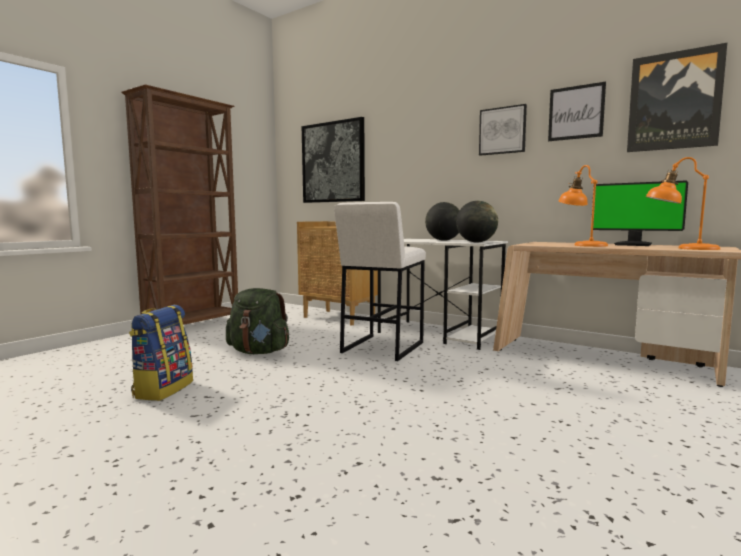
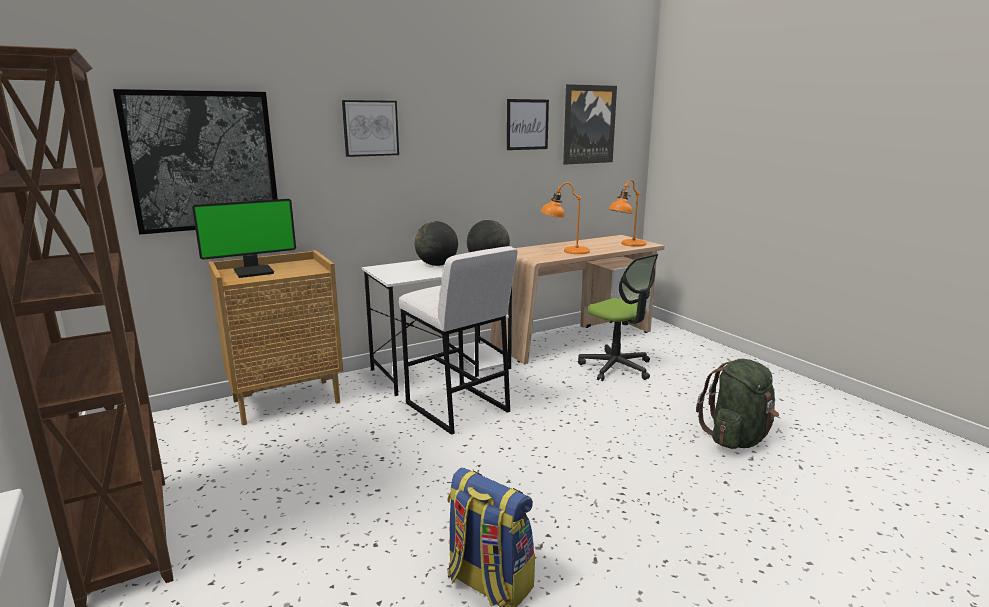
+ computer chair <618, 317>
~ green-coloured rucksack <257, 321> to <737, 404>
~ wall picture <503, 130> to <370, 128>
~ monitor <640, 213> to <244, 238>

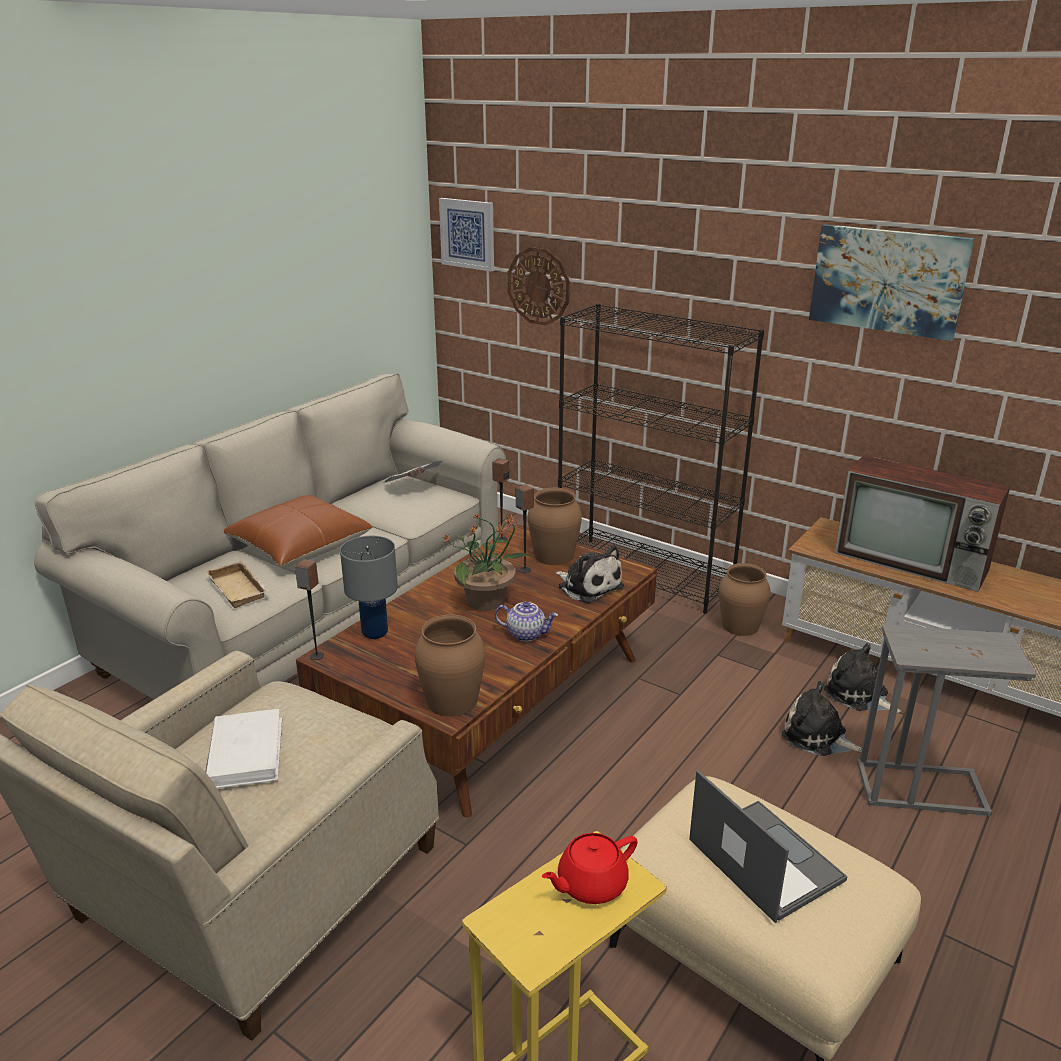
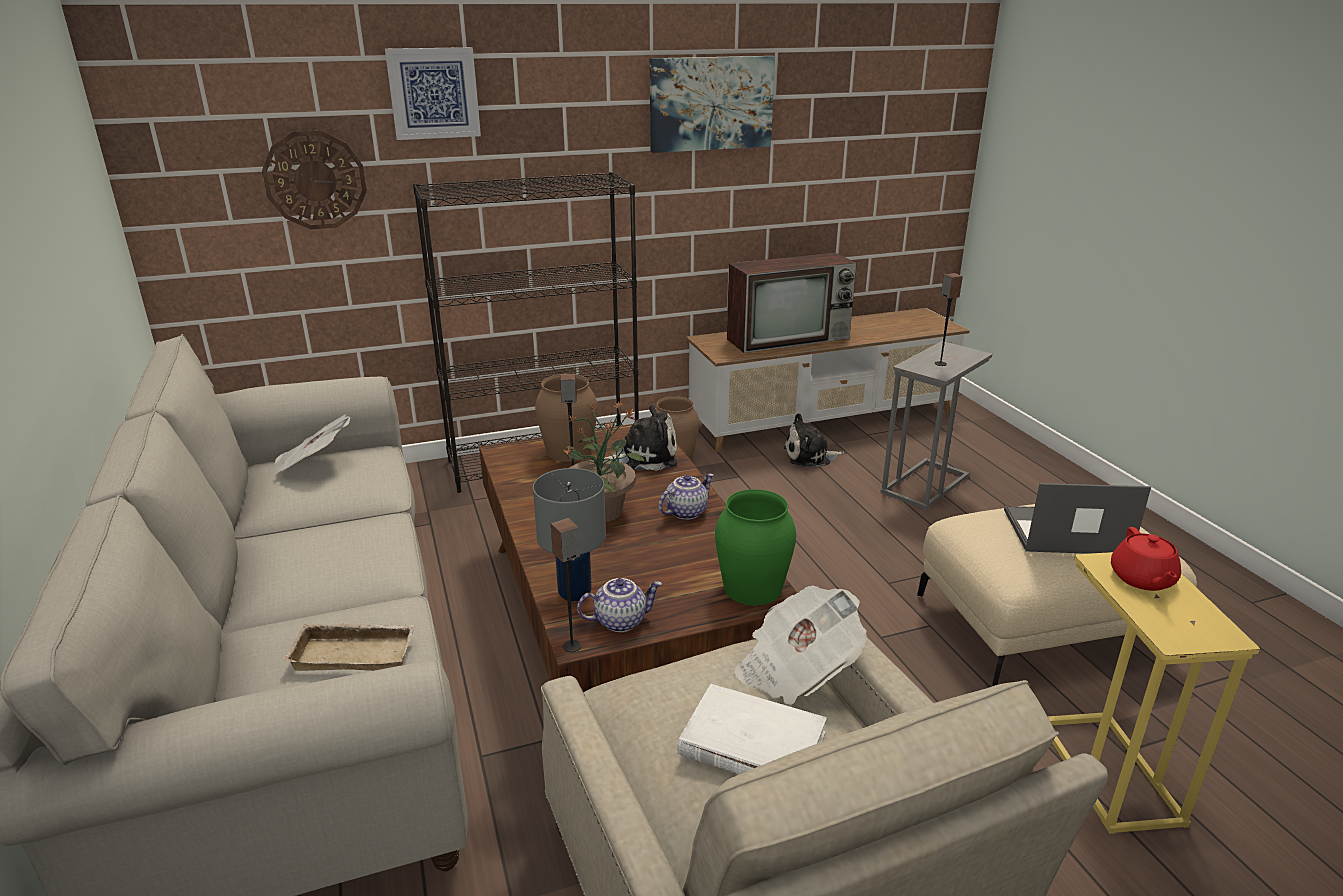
- brown-coloured cushion <298, 531>
- cuddly toy <822, 718>
+ pot for tea <619, 605>
+ newspaper <800, 645>
~ wall picture <466, 234> to <433, 93>
~ loudspeaker <500, 499> to <949, 319>
~ brown-coloured flower vase <450, 666> to green-coloured flower vase <755, 547>

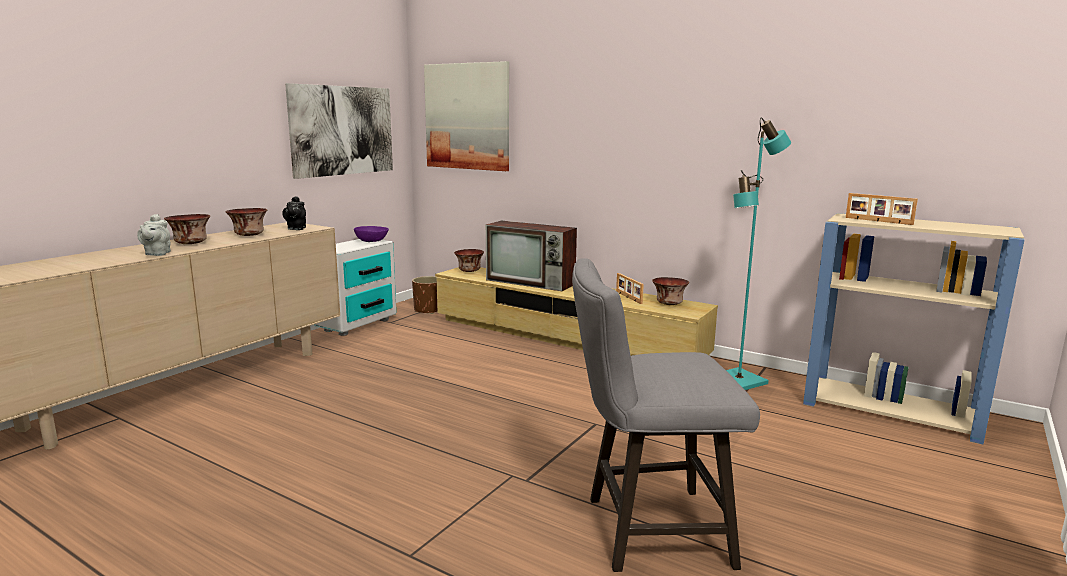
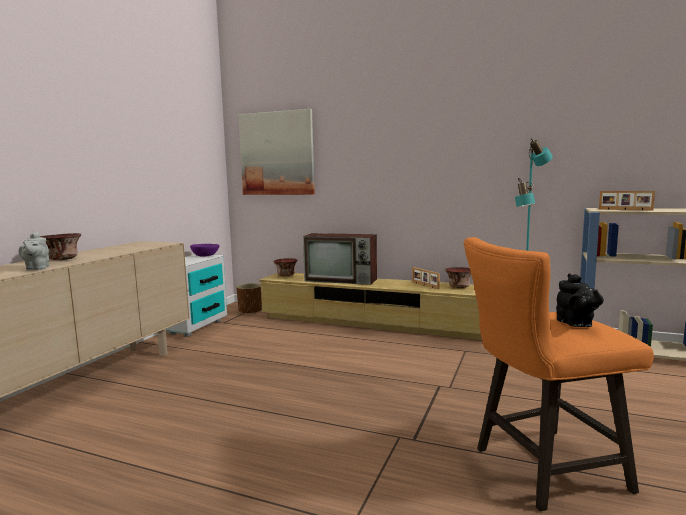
- serving bowl <246, 222>
- wall picture <339, 131>
~ black-coloured pot for tea <294, 213> to <580, 300>
~ grey sitting stool <666, 415> to orange-coloured sitting stool <559, 374>

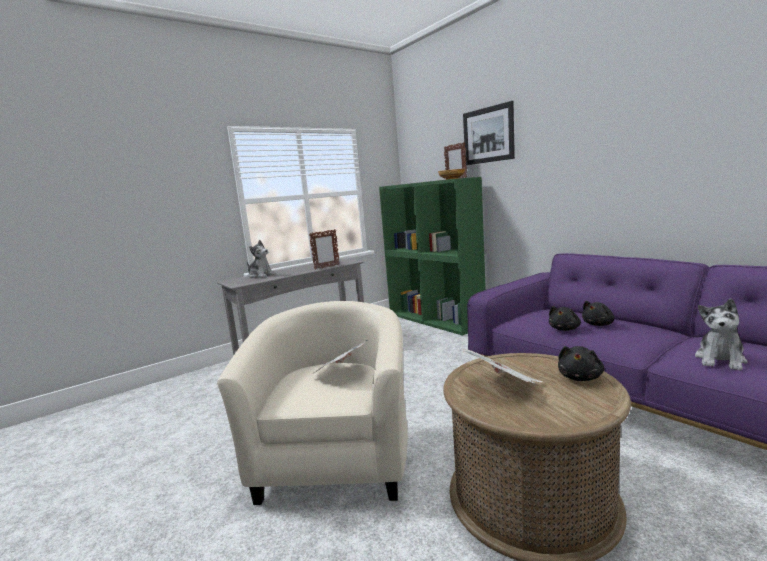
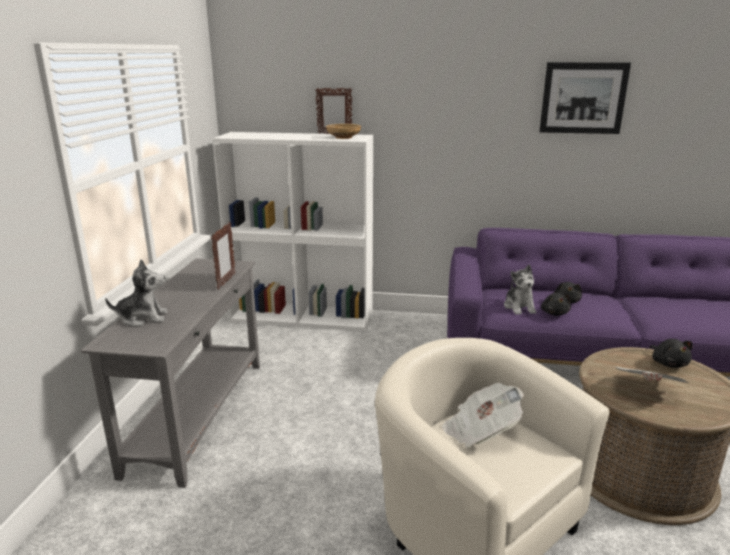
~ wall picture <489, 133> to <585, 98>
~ cuddly toy <721, 335> to <520, 290>
~ green-coloured shelving unit <432, 256> to white-coloured shelving unit <292, 231>

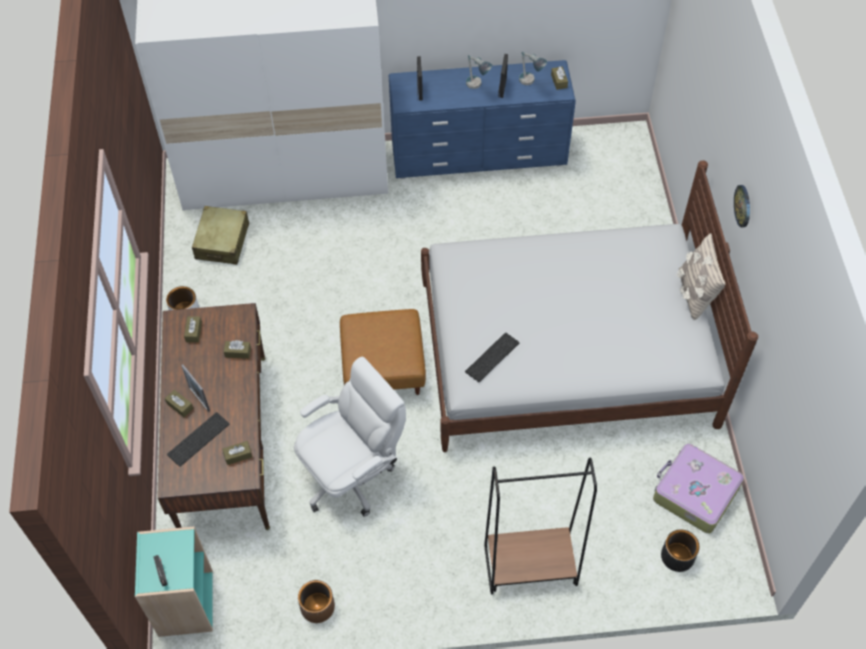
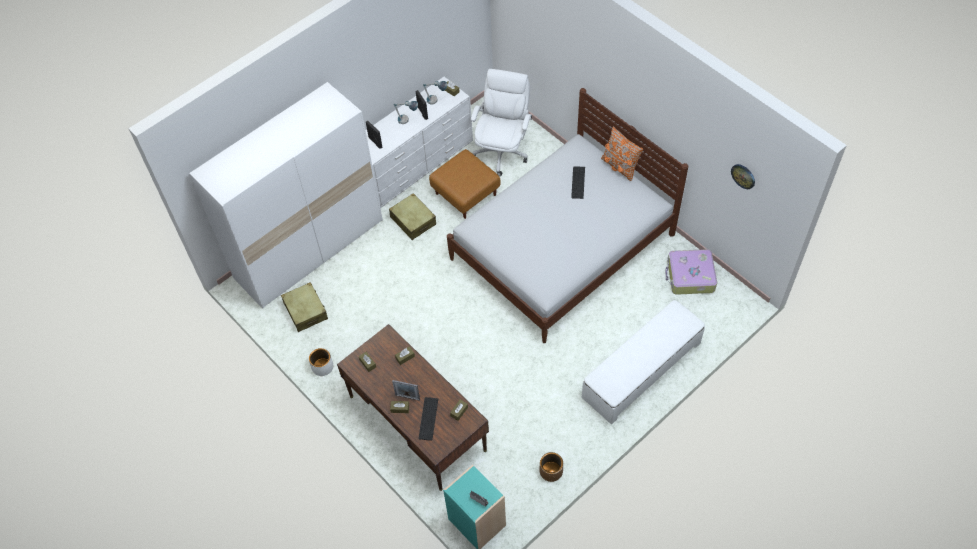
- black-coloured plant pot <680, 550>
+ sand-coloured travel case <412, 216>
~ white-coloured computer chair <350, 437> to <501, 122>
~ brown-coloured pouffe <383, 352> to <464, 184>
~ keyboard <492, 357> to <578, 182>
~ wall clock <742, 206> to <743, 176>
~ clothes rack <540, 526> to white-coloured bench <643, 362>
~ blue-coloured dresser <482, 119> to white-coloured dresser <419, 142>
~ sand-coloured cushion <700, 276> to orange-coloured cushion <622, 153>

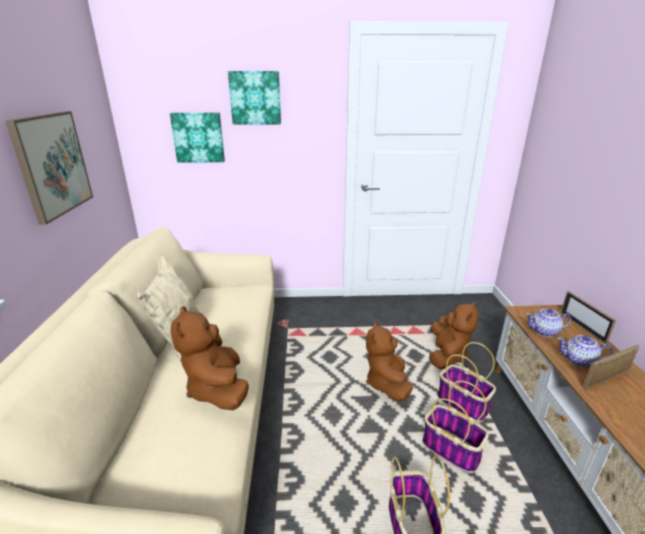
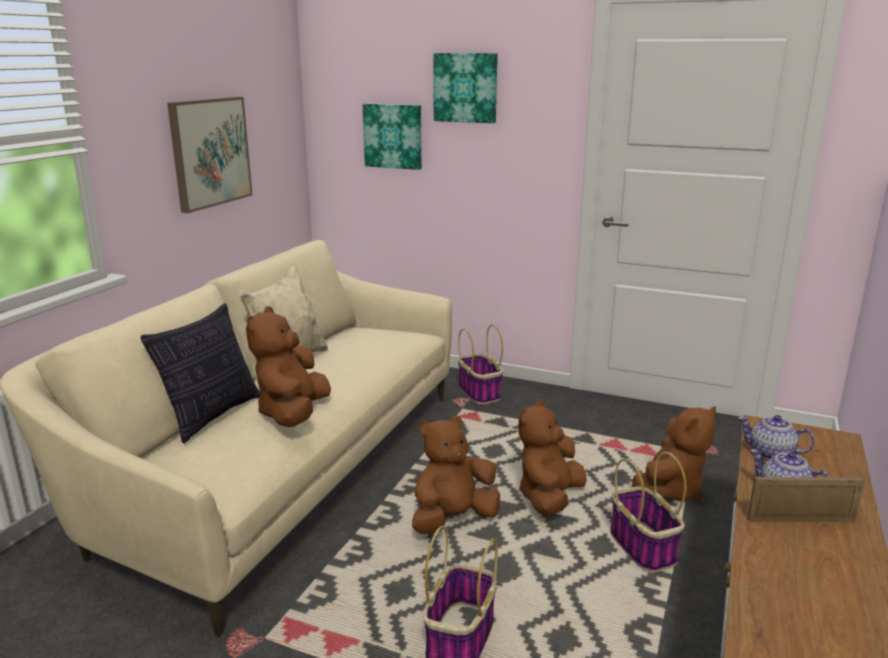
- photo frame <588, 317>
+ cushion <200, 373>
+ brown-coloured cuddly toy <456, 474>
~ storage basket <456, 427> to <480, 364>

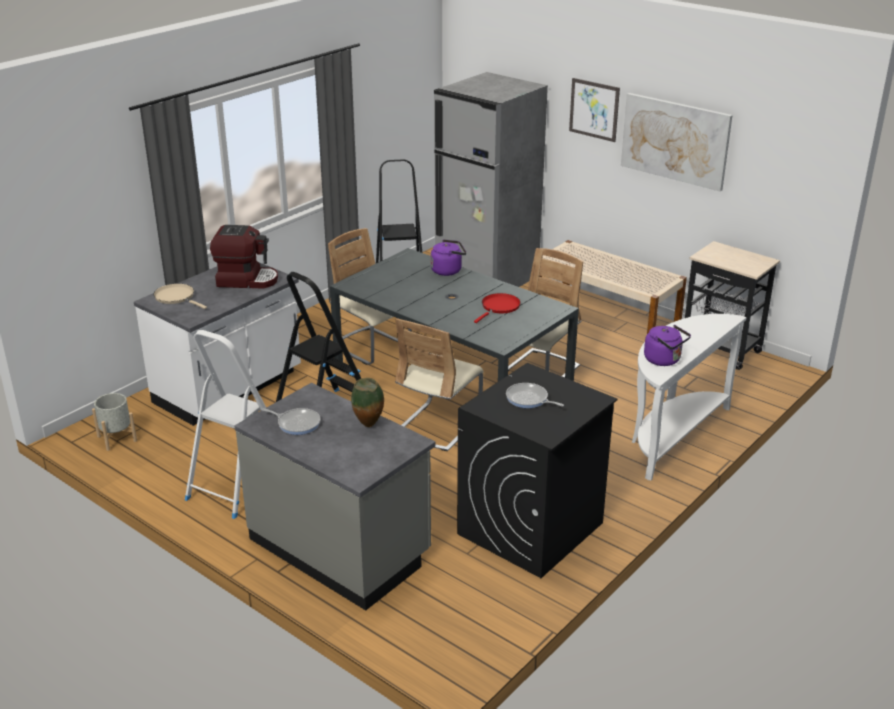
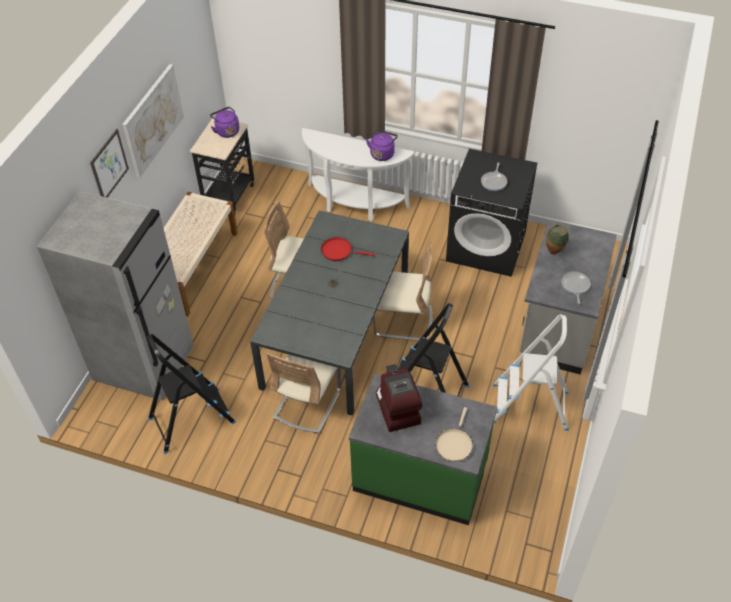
- grey plant pot <114, 422>
~ purple-coloured kettle <448, 257> to <224, 122>
~ white-coloured counter <217, 344> to green-coloured counter <423, 449>

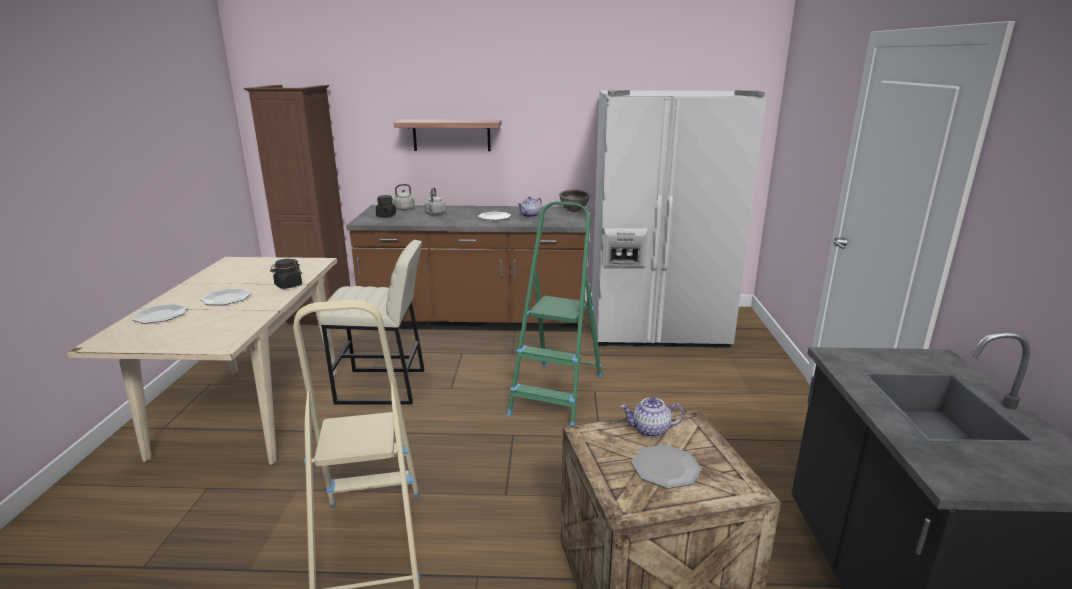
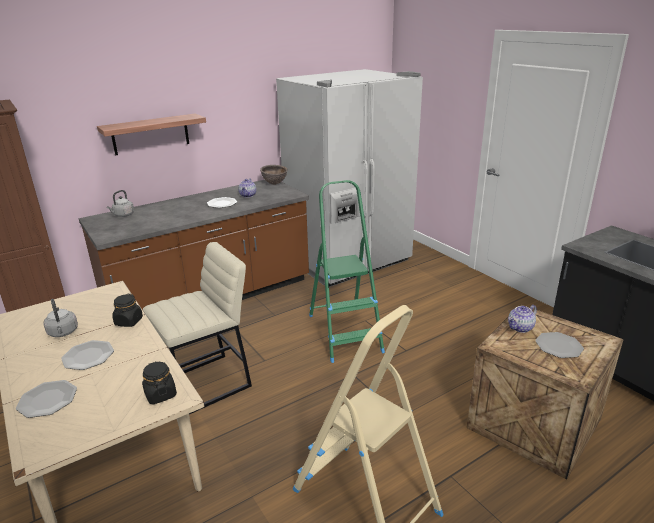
~ black-coloured storage jar <386, 206> to <159, 383>
~ grey kettle <435, 201> to <61, 318>

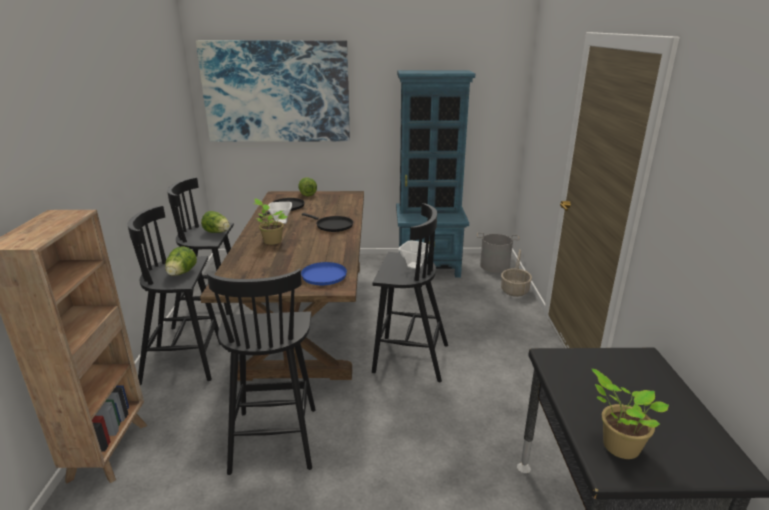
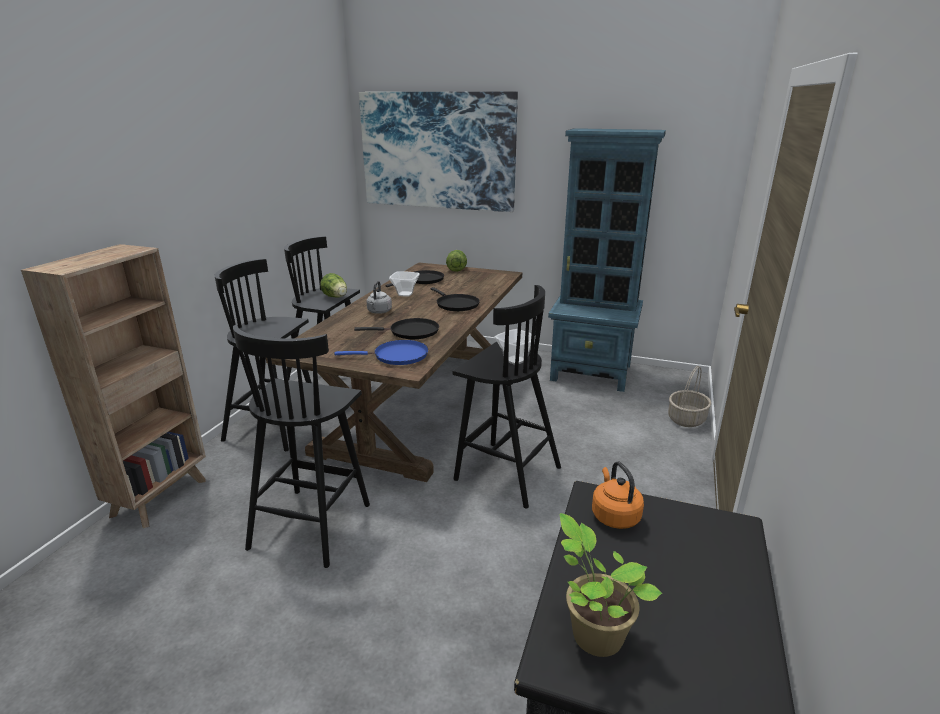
- lettuce head <181, 261>
- grey bucket <498, 252>
+ black-coloured skillet <396, 328>
+ orange-coloured kettle <618, 495>
~ houseplant <270, 221> to grey kettle <379, 297>

